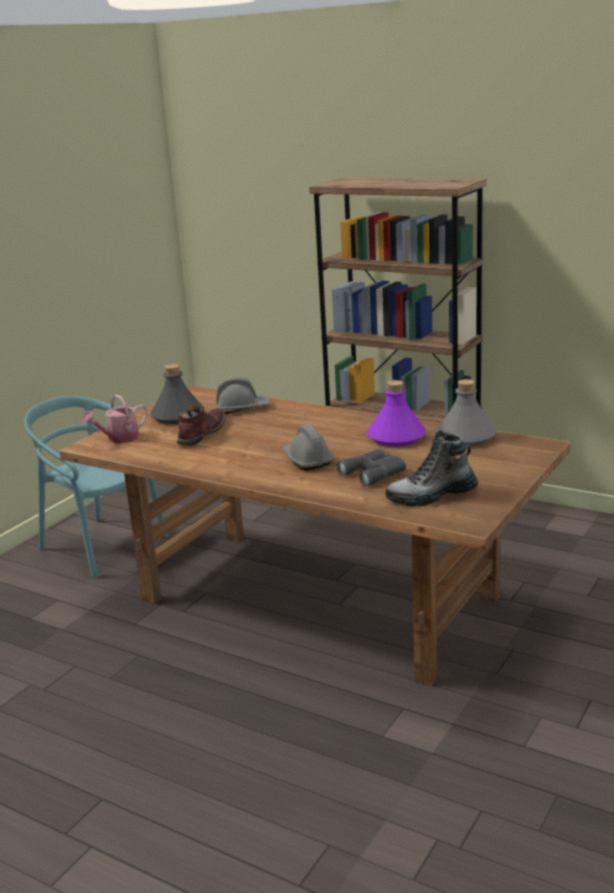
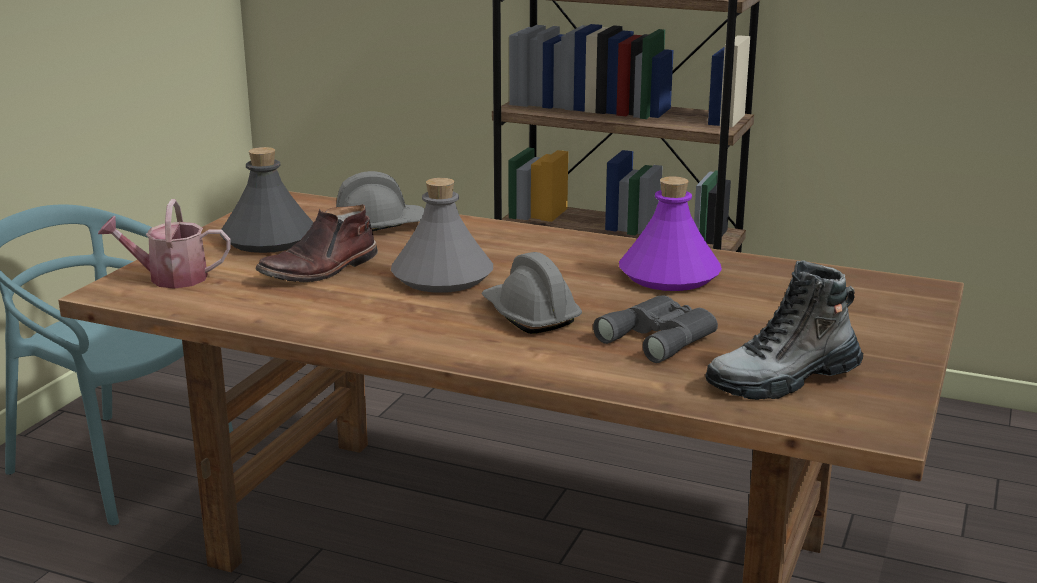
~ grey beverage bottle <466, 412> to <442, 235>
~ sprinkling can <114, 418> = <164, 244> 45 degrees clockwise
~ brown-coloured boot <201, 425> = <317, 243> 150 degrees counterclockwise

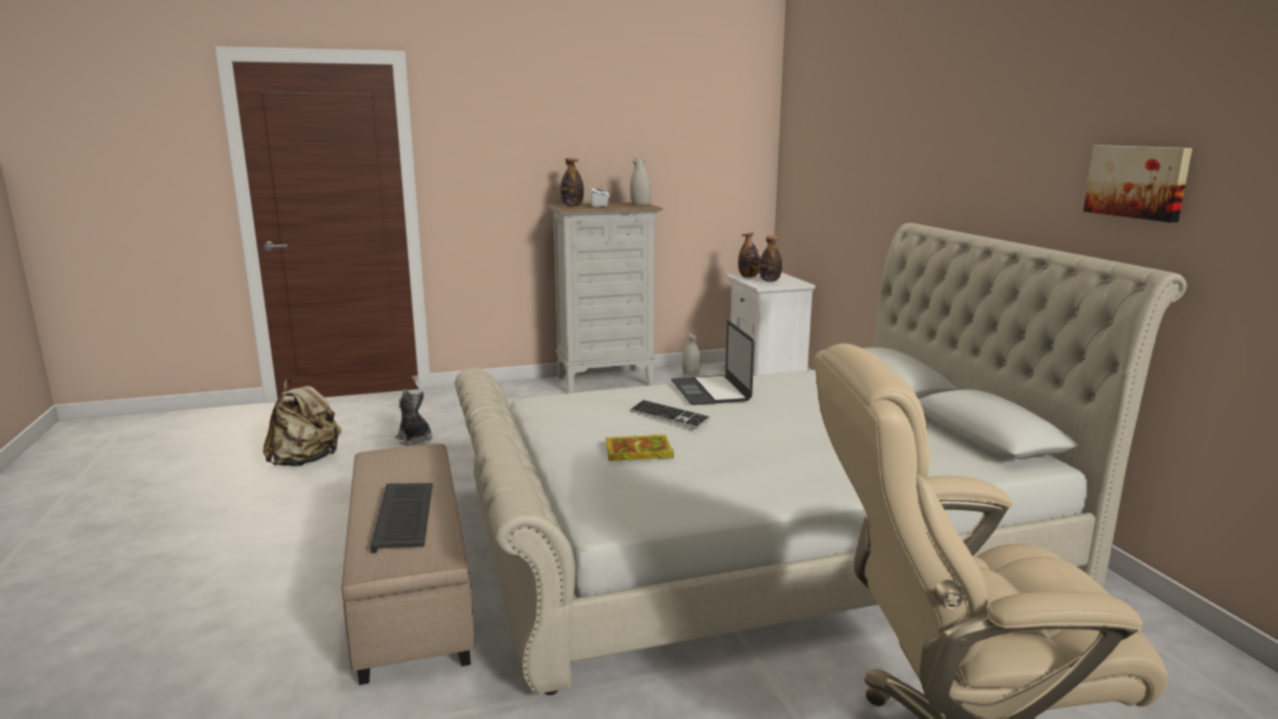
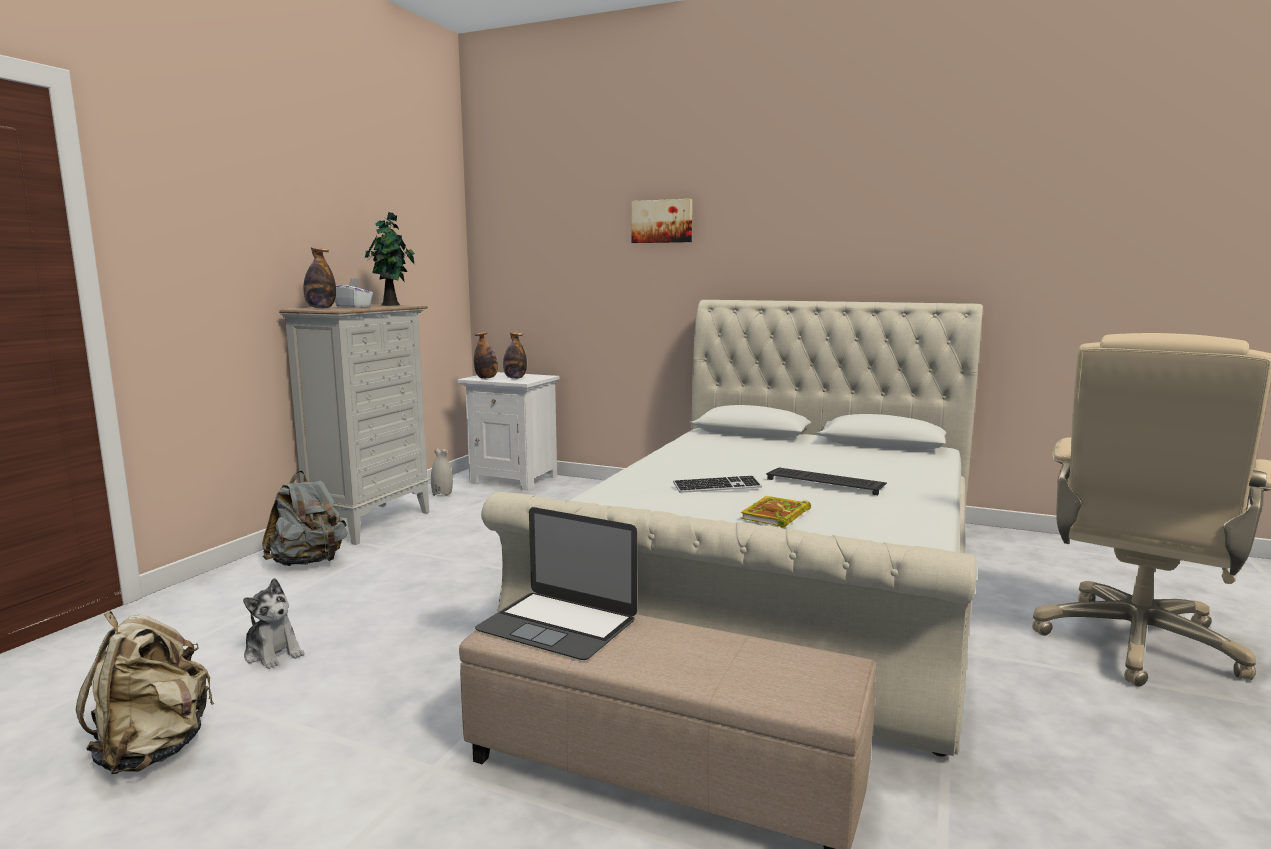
+ grey rucksack <305, 518>
~ keyboard <401, 518> to <826, 481>
~ notebook computer <713, 363> to <556, 583>
~ wall picture <1137, 184> to <661, 221>
~ white-coloured flower vase <640, 181> to houseplant <390, 259>
~ cuddly toy <414, 417> = <273, 623> 135 degrees counterclockwise

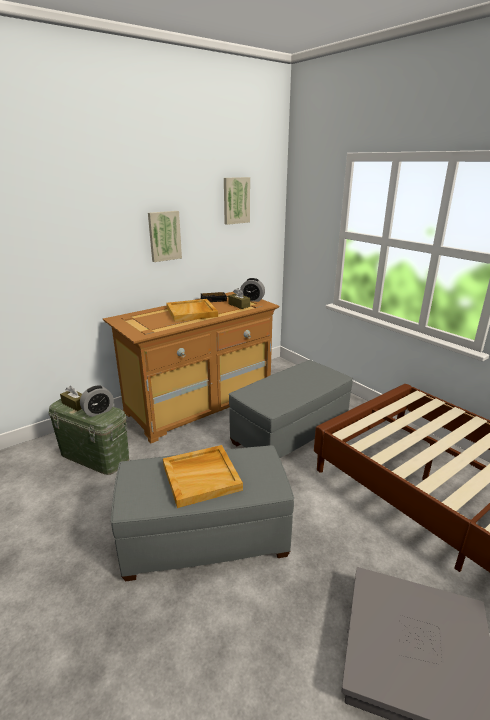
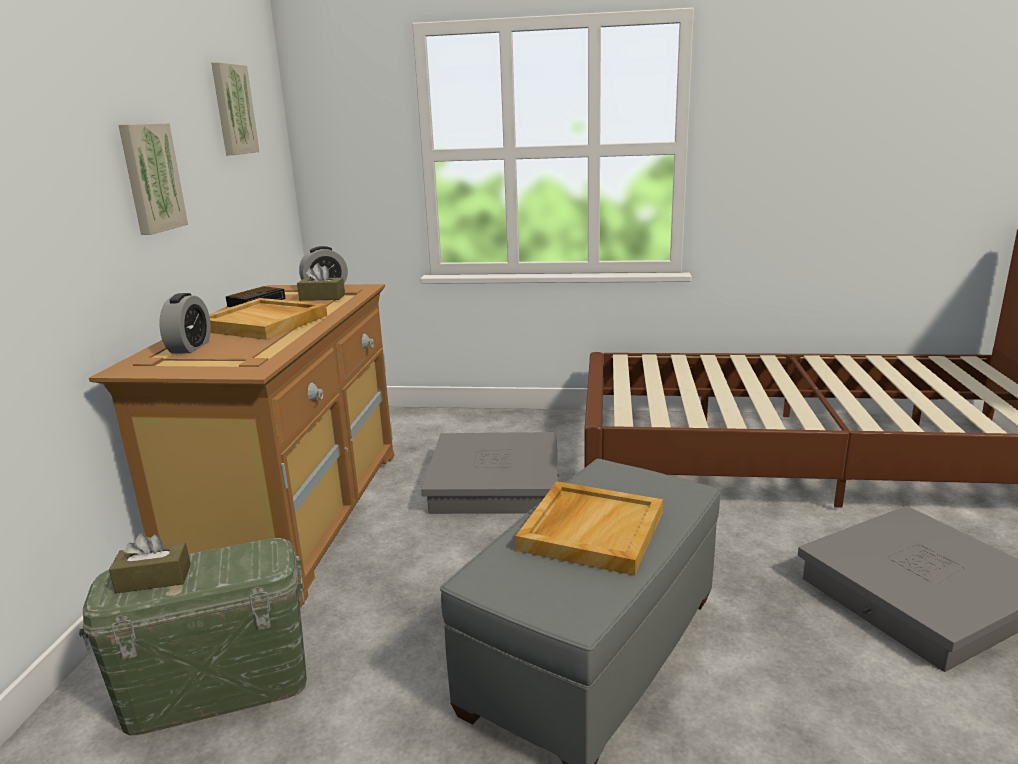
~ table clock <97, 401> to <185, 323>
~ grey pouffe <291, 409> to grey storage bin <489, 473>

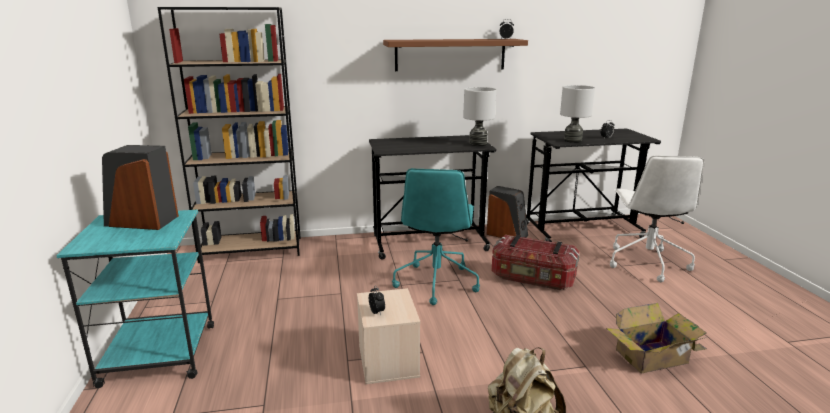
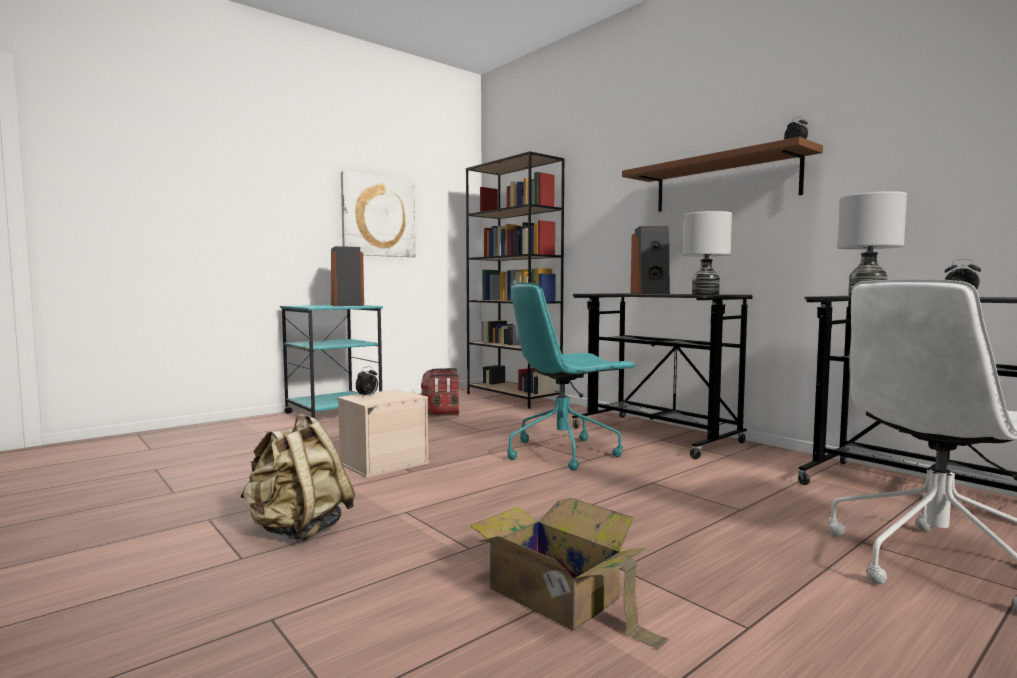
+ wall picture <378, 214>
~ loudspeaker <507, 212> to <650, 260>
~ storage bin <536, 262> to <440, 392>

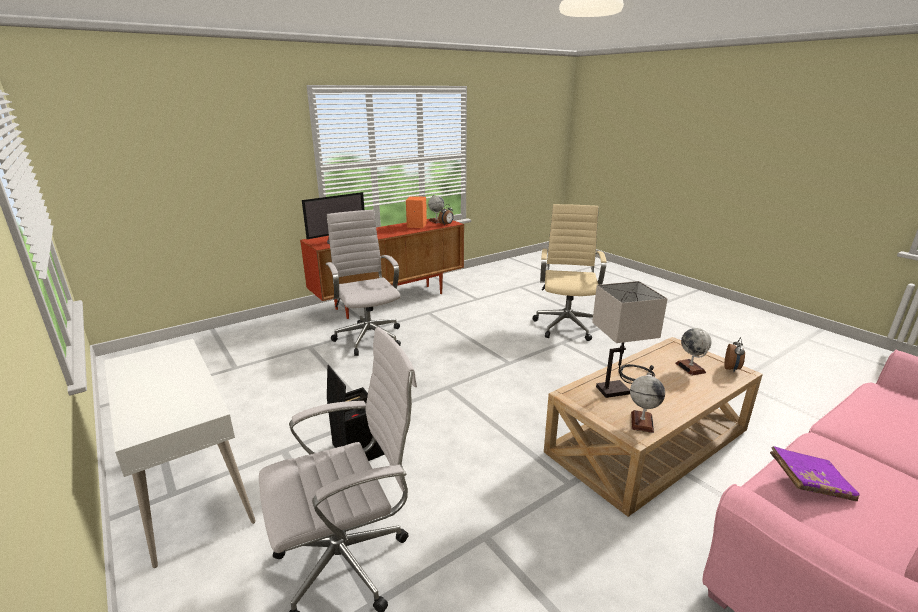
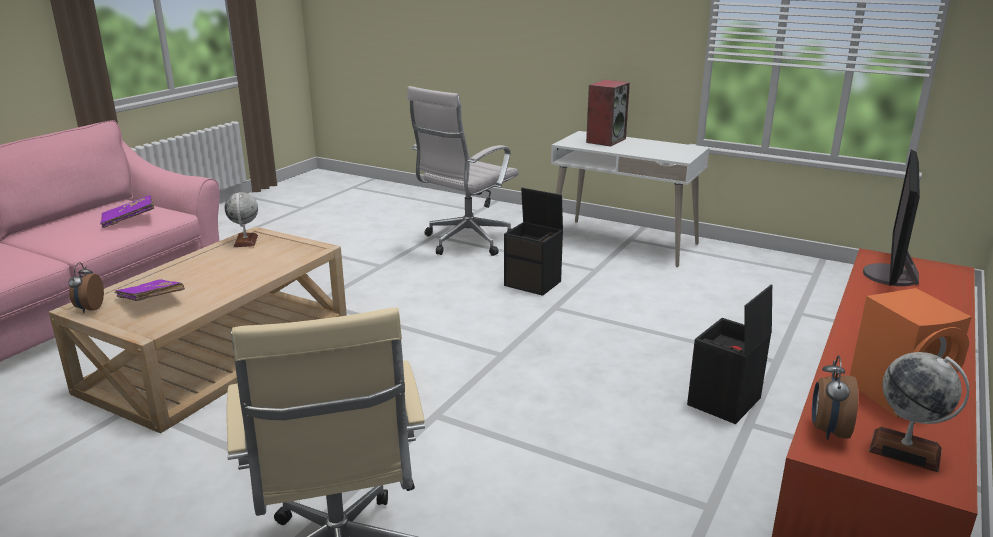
- table lamp <630, 339>
+ loudspeaker <608, 113>
~ white-coloured computer chair <363, 283> to black-coloured storage bin <729, 354>
~ world globe <693, 352> to purple-coloured book <149, 290>

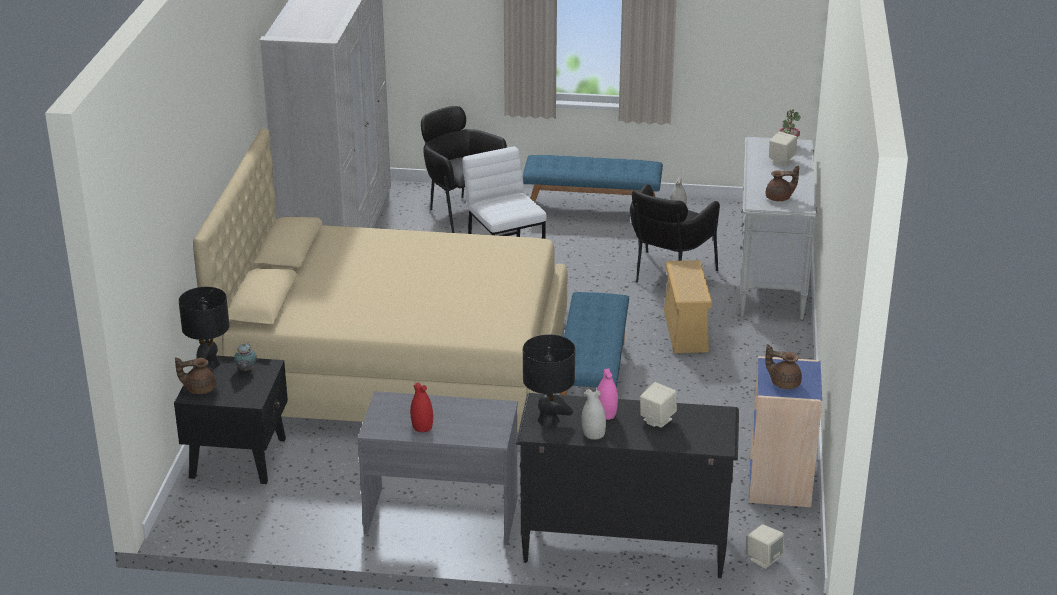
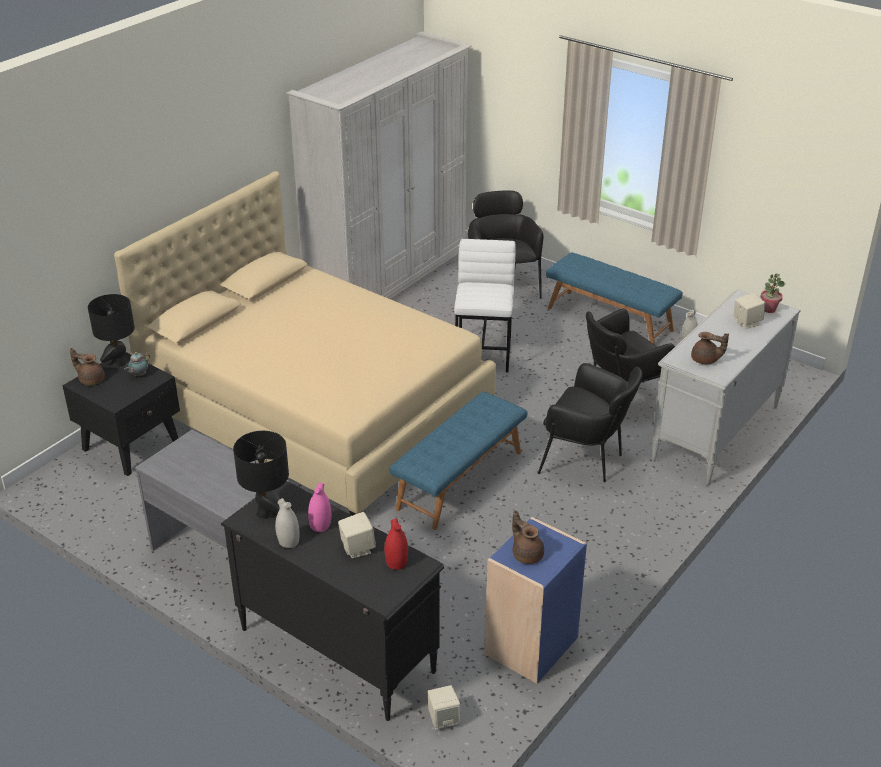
~ red-coloured flower vase <421, 407> to <396, 544>
~ sand-coloured storage bin <688, 306> to black-coloured armchair <590, 422>

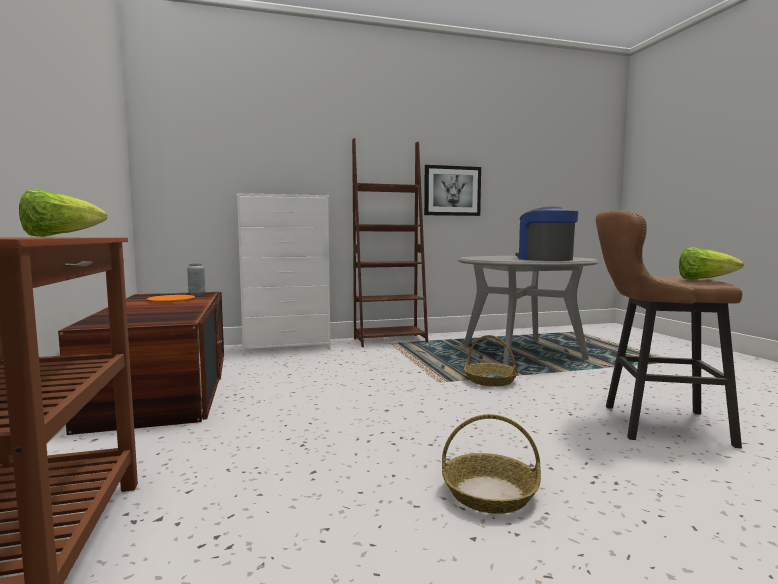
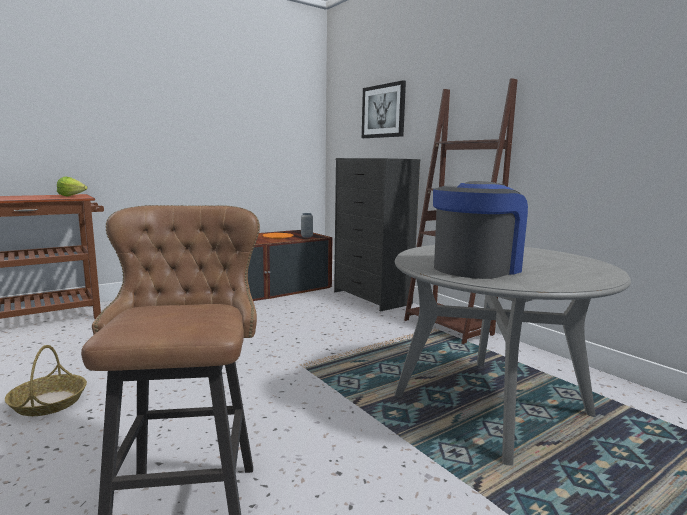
- storage basket <491, 360>
- lettuce head <711, 263>
~ wall picture <452, 190> to <384, 109>
~ white-coloured dresser <283, 274> to black-coloured dresser <377, 235>

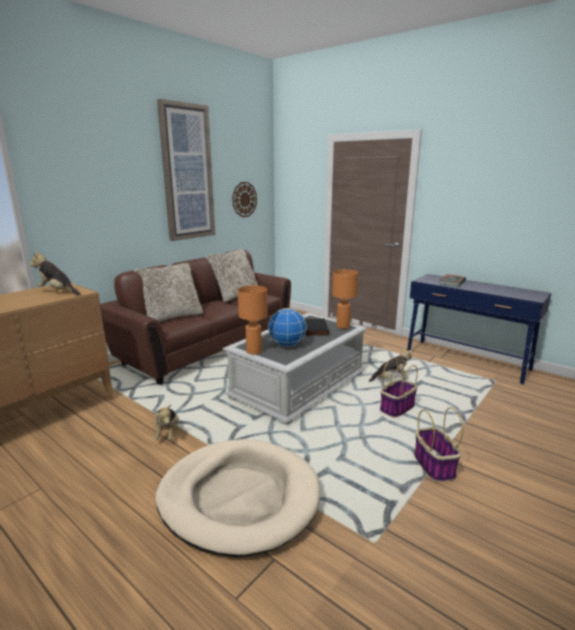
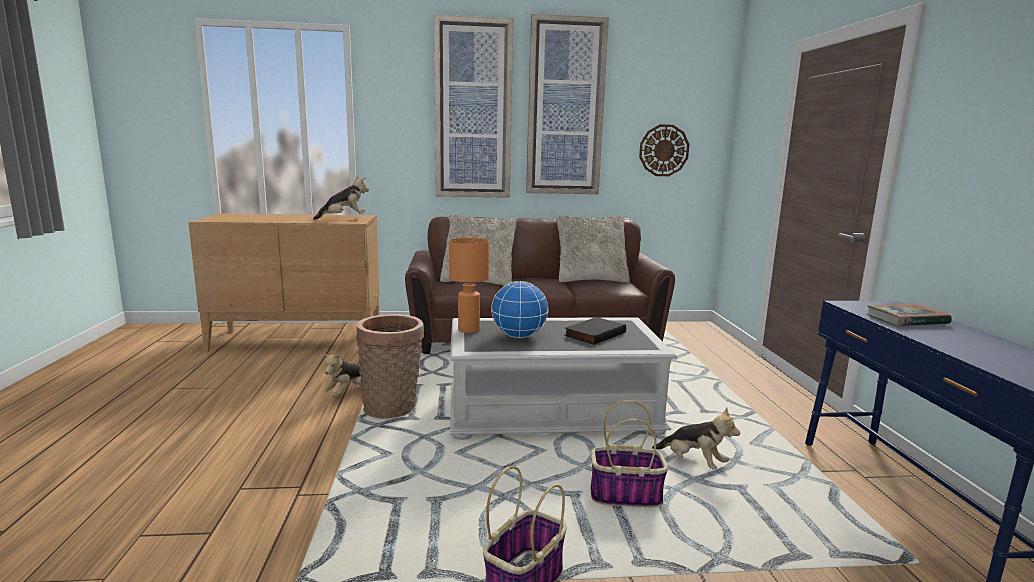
- sand-coloured dog bed <237, 498>
- orange-coloured table lamp <345, 299>
+ storage basket <390, 366>
+ wall picture <474, 106>
~ cuddly toy <55, 273> = <341, 198> 90 degrees clockwise

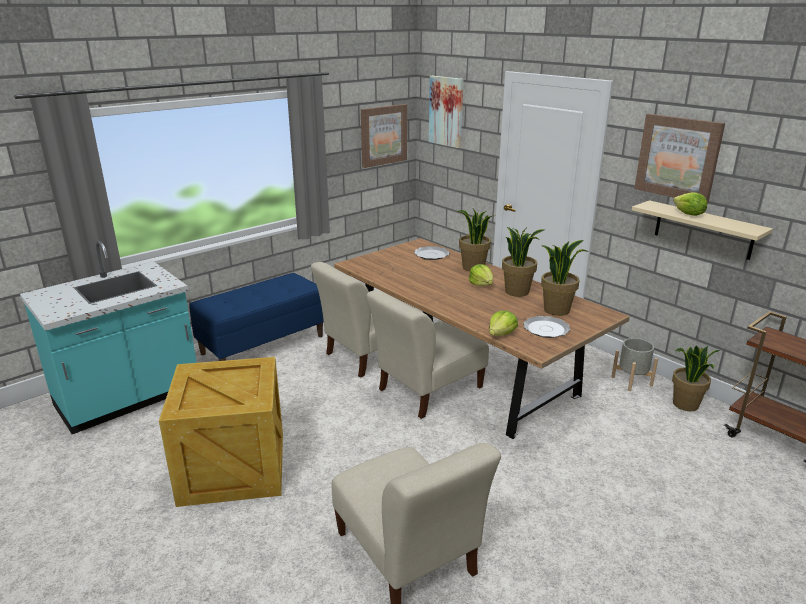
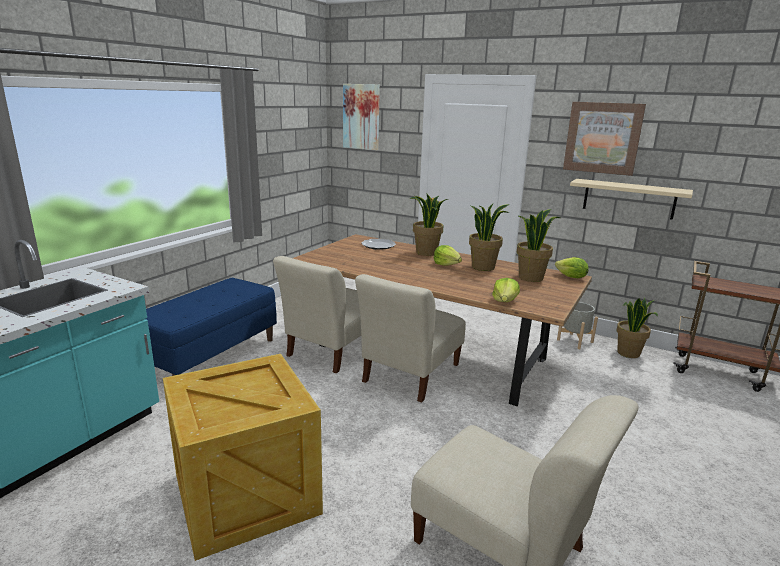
- wall picture <384, 136>
- plate <546, 327>
~ lettuce head <690, 204> to <572, 267>

